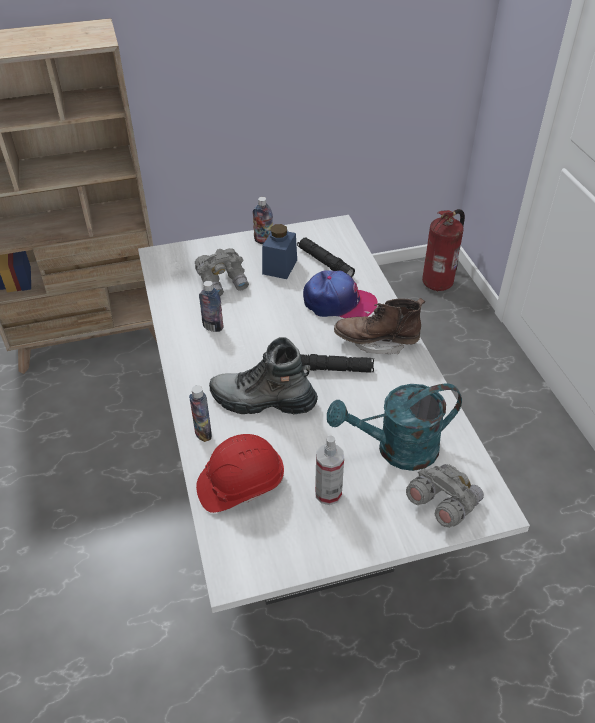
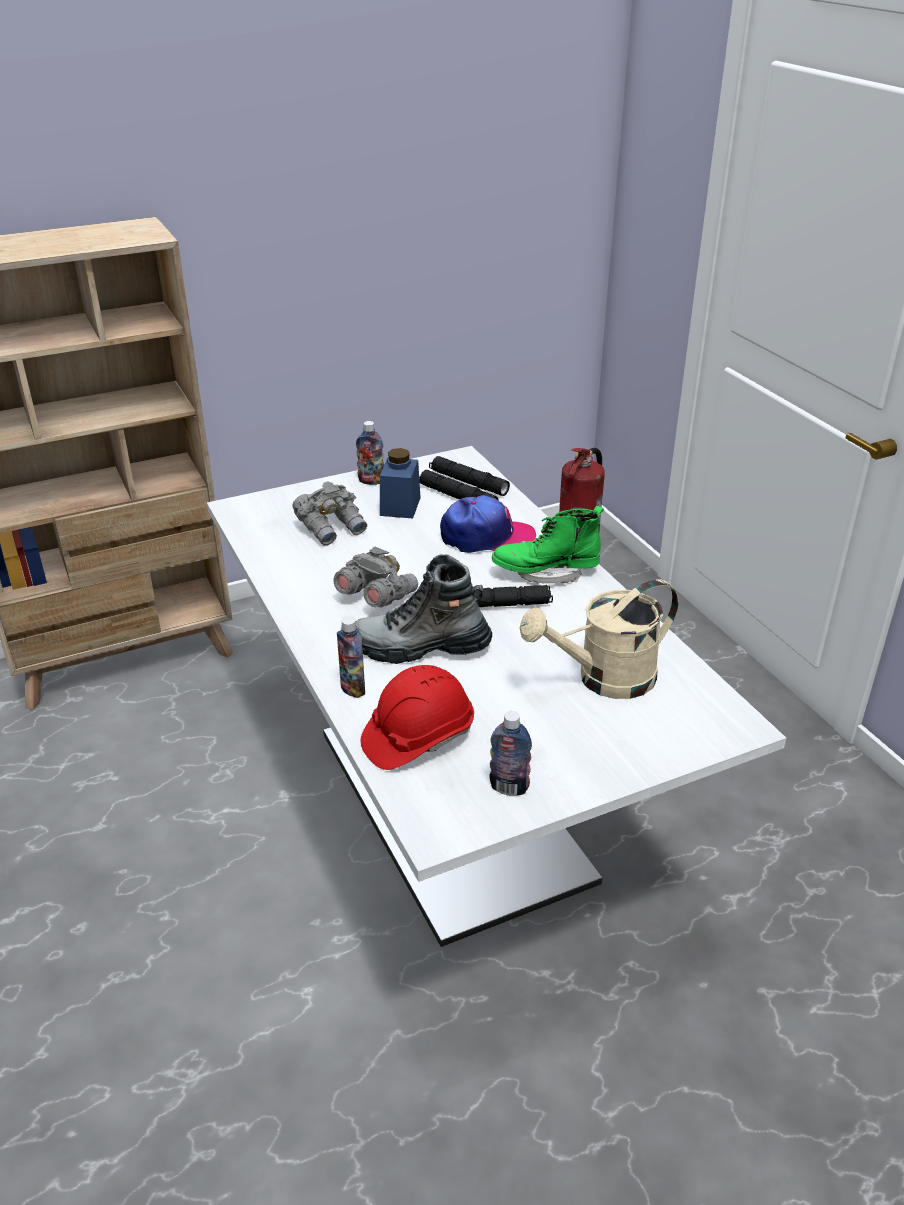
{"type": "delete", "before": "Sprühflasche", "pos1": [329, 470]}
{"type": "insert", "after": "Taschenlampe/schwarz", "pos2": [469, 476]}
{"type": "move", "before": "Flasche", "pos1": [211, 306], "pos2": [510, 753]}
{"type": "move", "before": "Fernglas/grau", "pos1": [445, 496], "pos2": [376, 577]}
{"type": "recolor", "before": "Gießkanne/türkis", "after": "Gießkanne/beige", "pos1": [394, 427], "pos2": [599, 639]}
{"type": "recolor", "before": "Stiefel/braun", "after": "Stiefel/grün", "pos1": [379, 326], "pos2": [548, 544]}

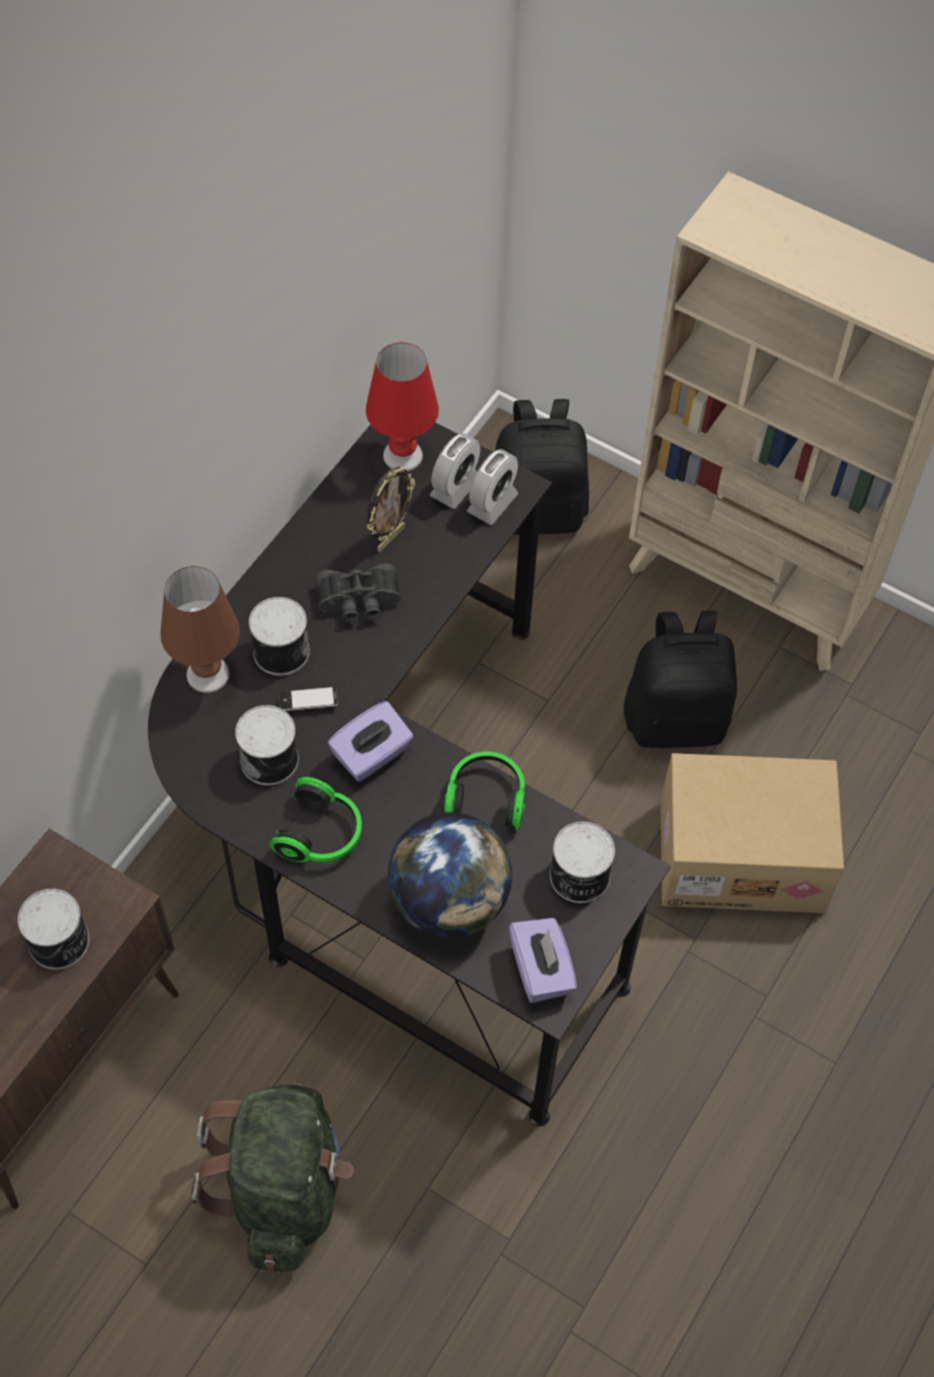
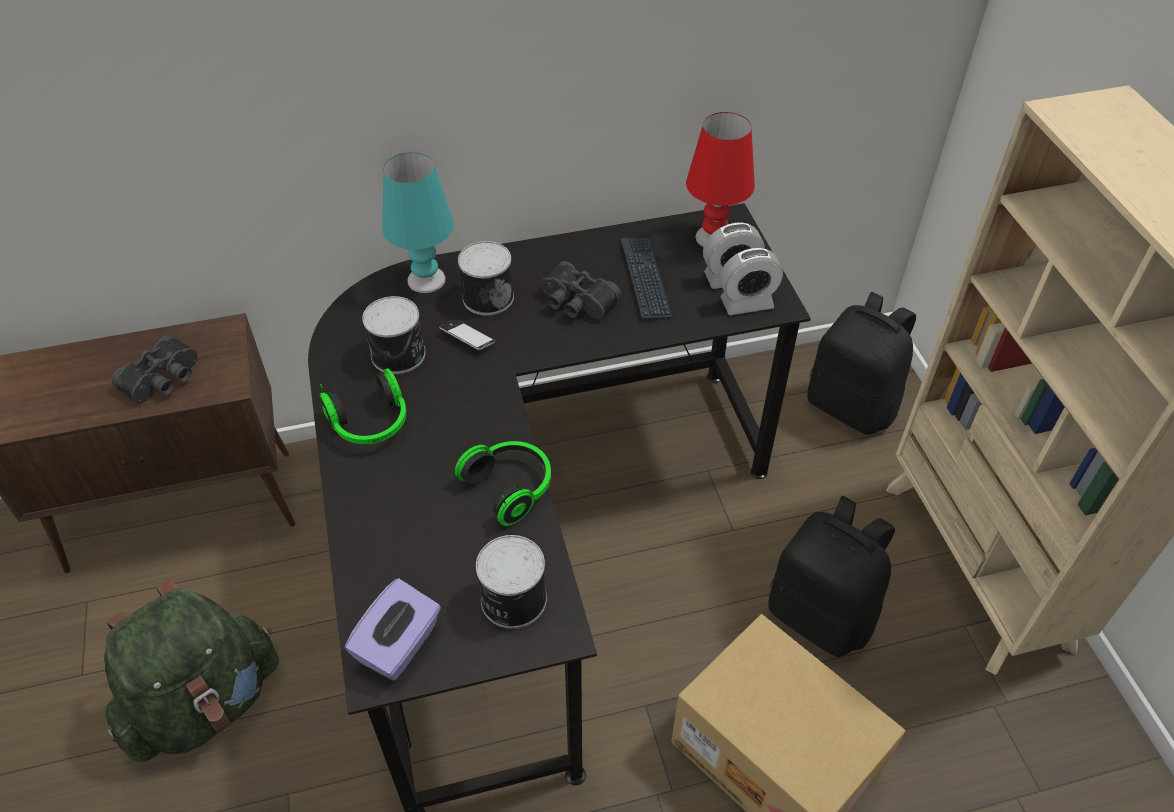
{"type": "delete", "before": "Taschentuchbox/lila", "pos1": [370, 741]}
{"type": "delete", "before": "Globus", "pos1": [450, 875]}
{"type": "replace", "before": "Dose", "after": "Fernglas/schwarz", "pos1": [53, 929], "pos2": [154, 369]}
{"type": "replace", "before": "Bilderrahmen", "after": "Tastatur", "pos1": [391, 509], "pos2": [646, 279]}
{"type": "recolor", "before": "Tischlampe/braun", "after": "Tischlampe/türkis", "pos1": [200, 629], "pos2": [418, 222]}

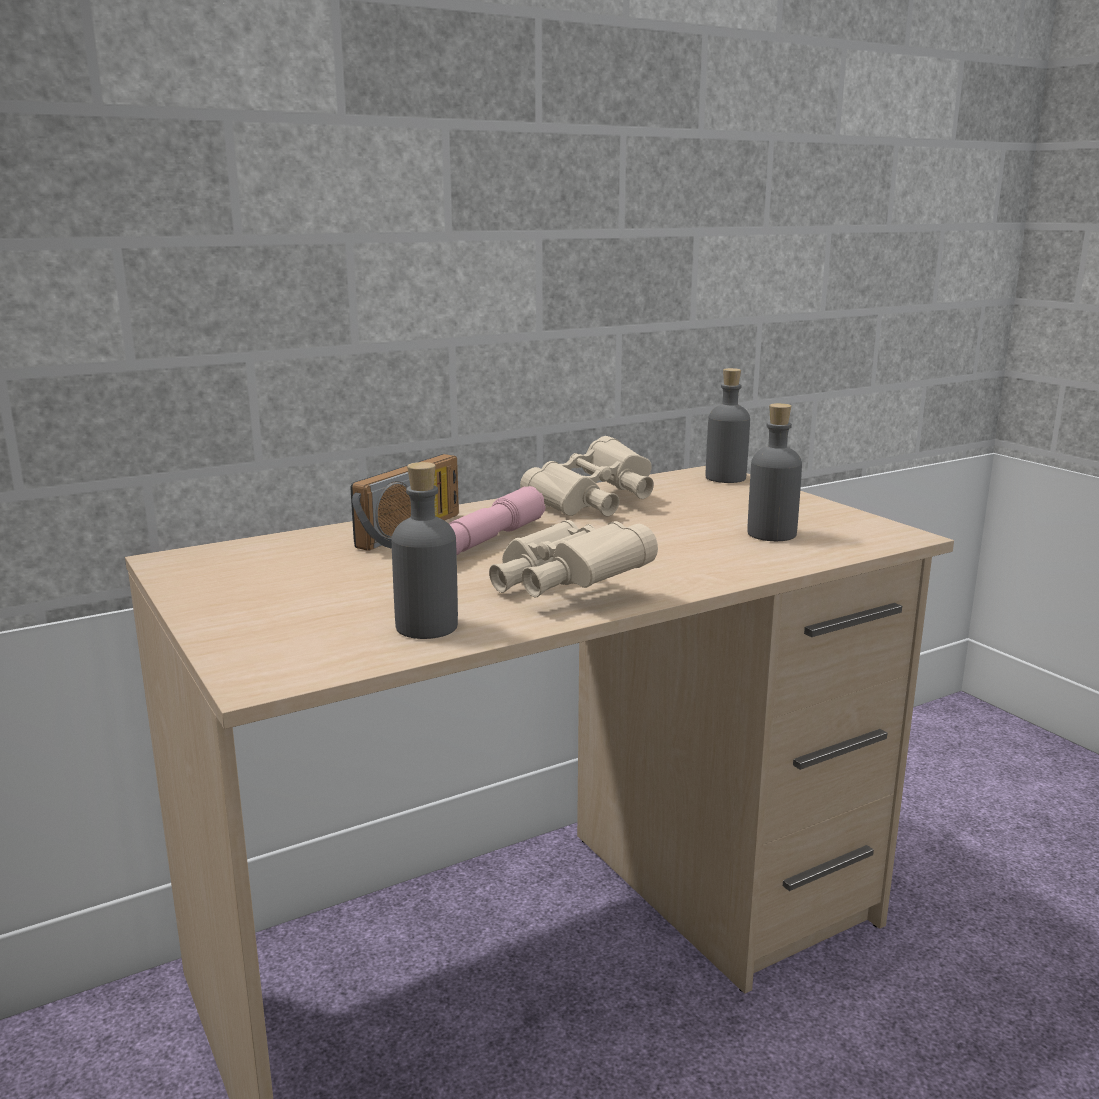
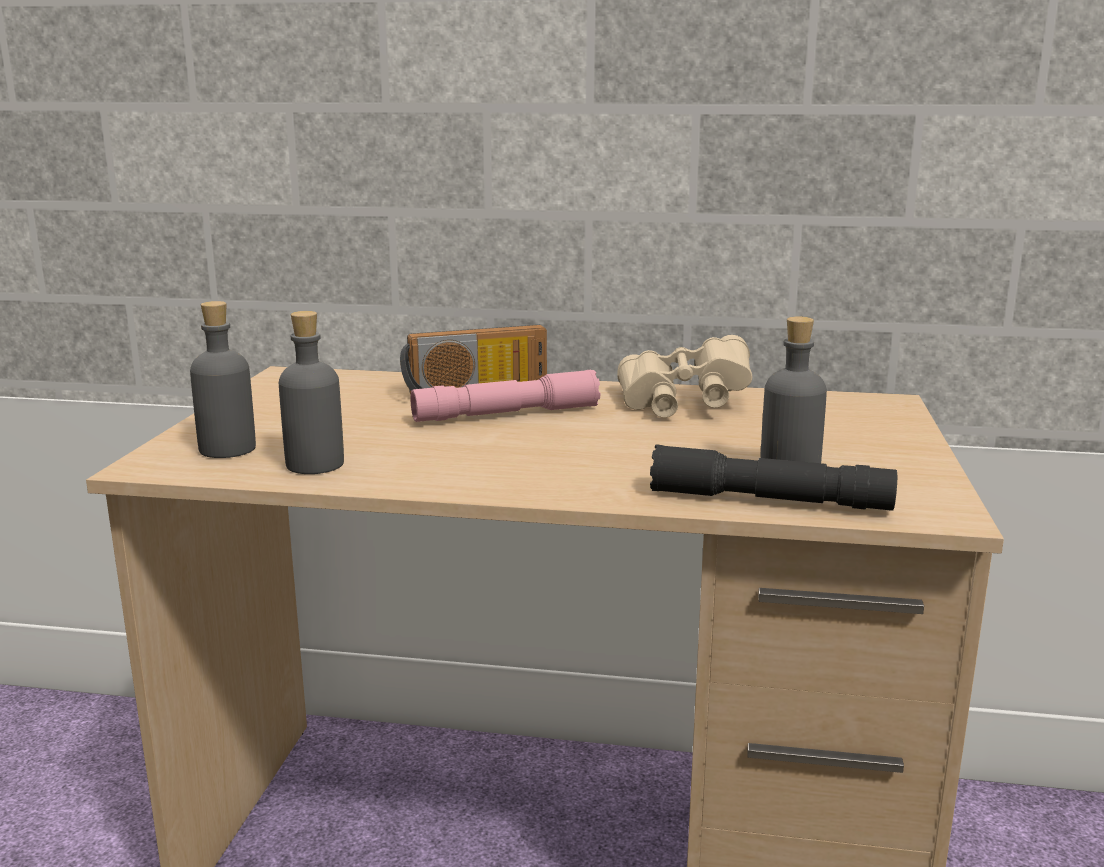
{"type": "delete", "before": "Fernglas/beige", "pos1": [573, 558]}
{"type": "insert", "after": "Taschenlampe/grau", "pos2": [773, 477]}
{"type": "move", "before": "Flasche/grau", "pos1": [728, 425], "pos2": [223, 379]}

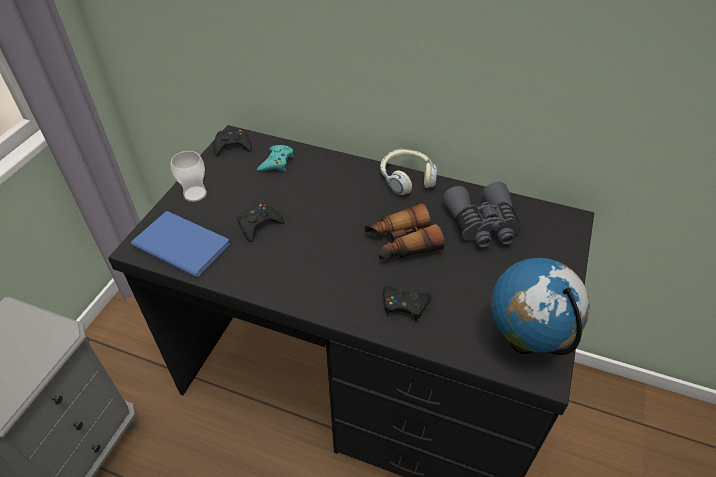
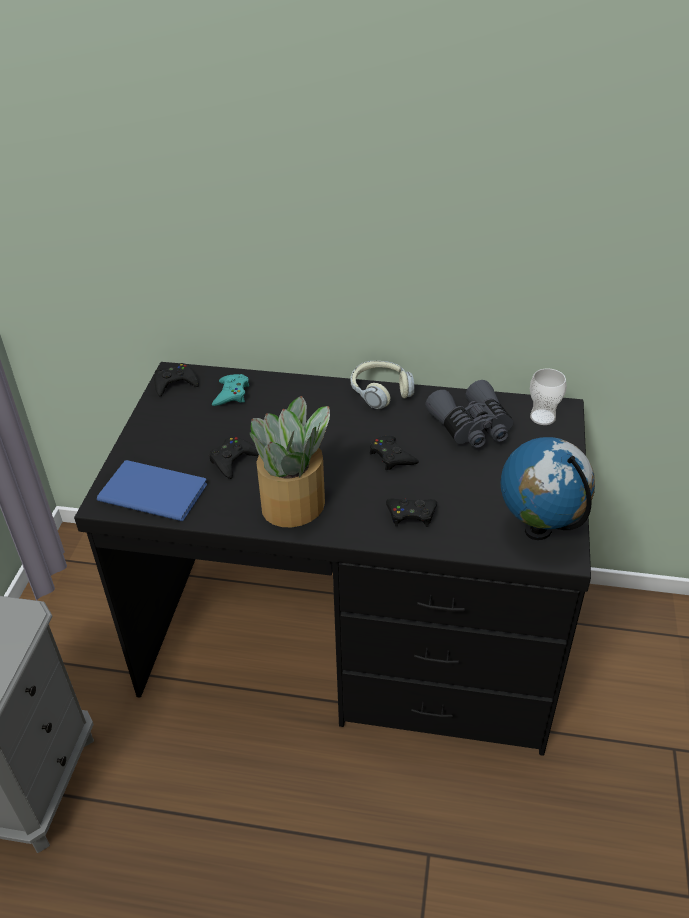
{"type": "insert", "after": "Topfpflanze", "pos2": [290, 461]}
{"type": "move", "before": "Tasse", "pos1": [189, 176], "pos2": [548, 397]}
{"type": "replace", "before": "Fernglas", "after": "Gamepad/schwarz", "pos1": [405, 231], "pos2": [394, 452]}

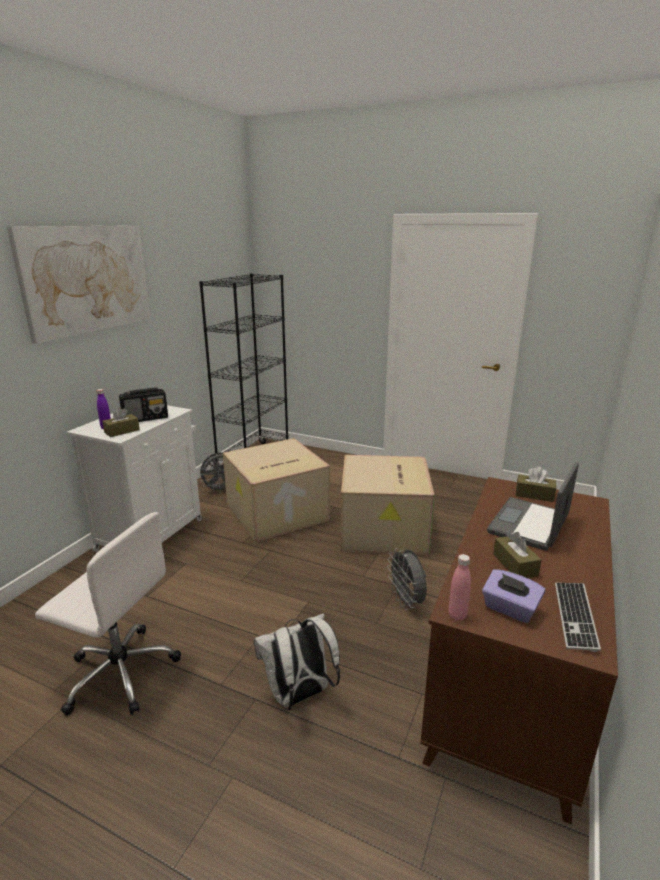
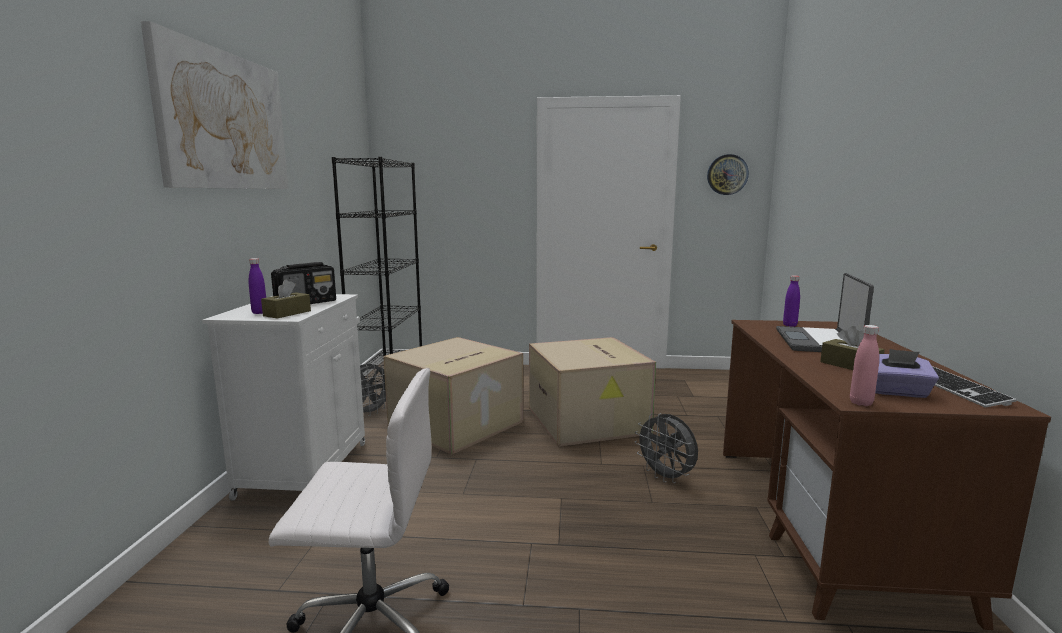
{"type": "delete", "before": "Rucksack/weiß", "pos1": [297, 662]}
{"type": "insert", "after": "Wanduhr", "pos2": [728, 174]}
{"type": "replace", "before": "Taschentuchbox/braun", "after": "Flasche/lila", "pos1": [536, 484], "pos2": [791, 301]}

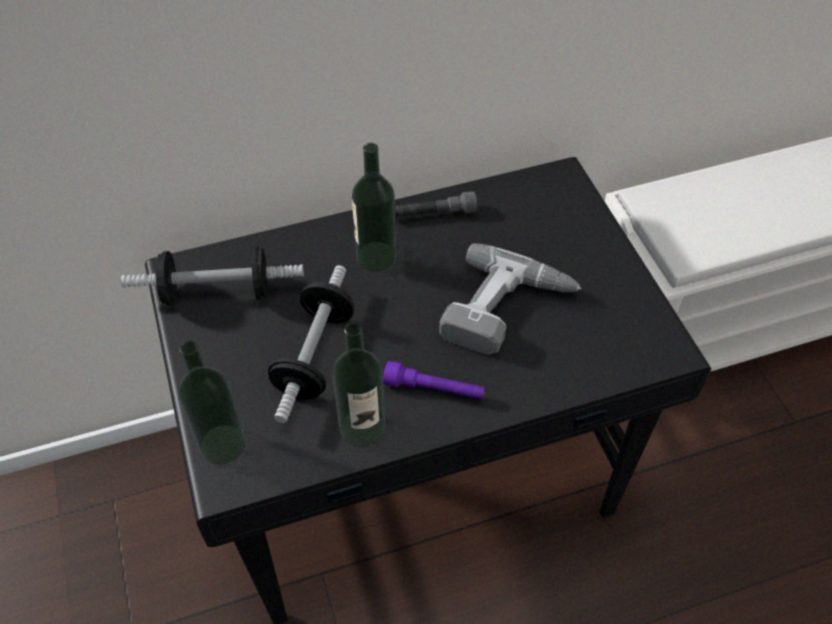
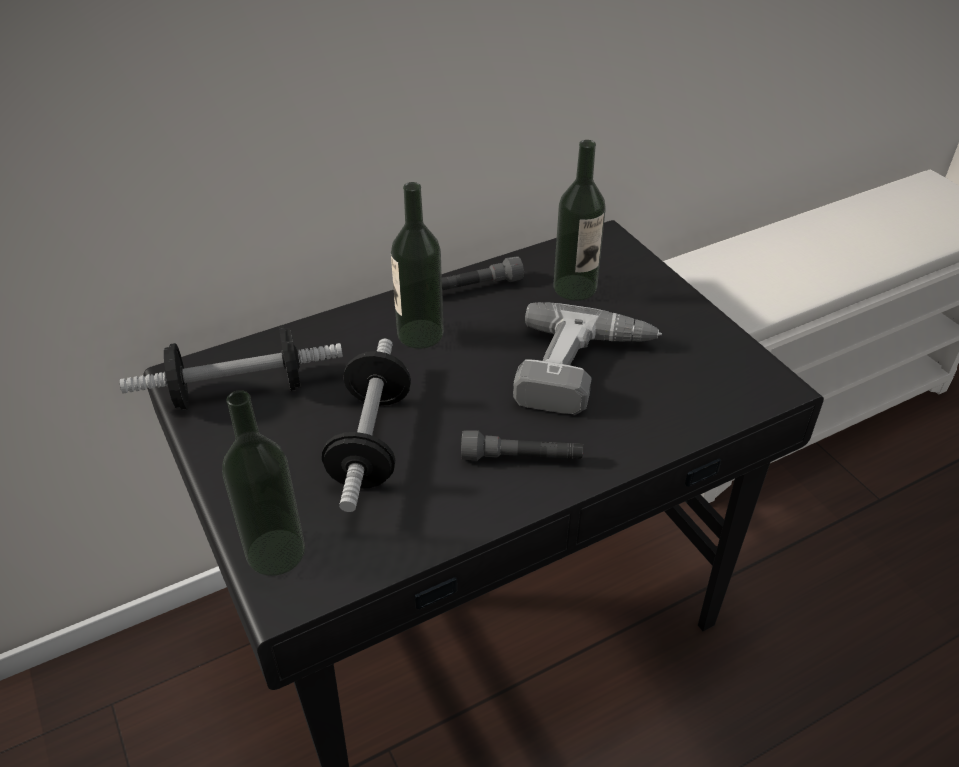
{"type": "move", "before": "Flasche", "pos1": [358, 384], "pos2": [580, 220]}
{"type": "recolor", "before": "Taschenlampe/lila", "after": "Taschenlampe/grau", "pos1": [434, 380], "pos2": [522, 446]}

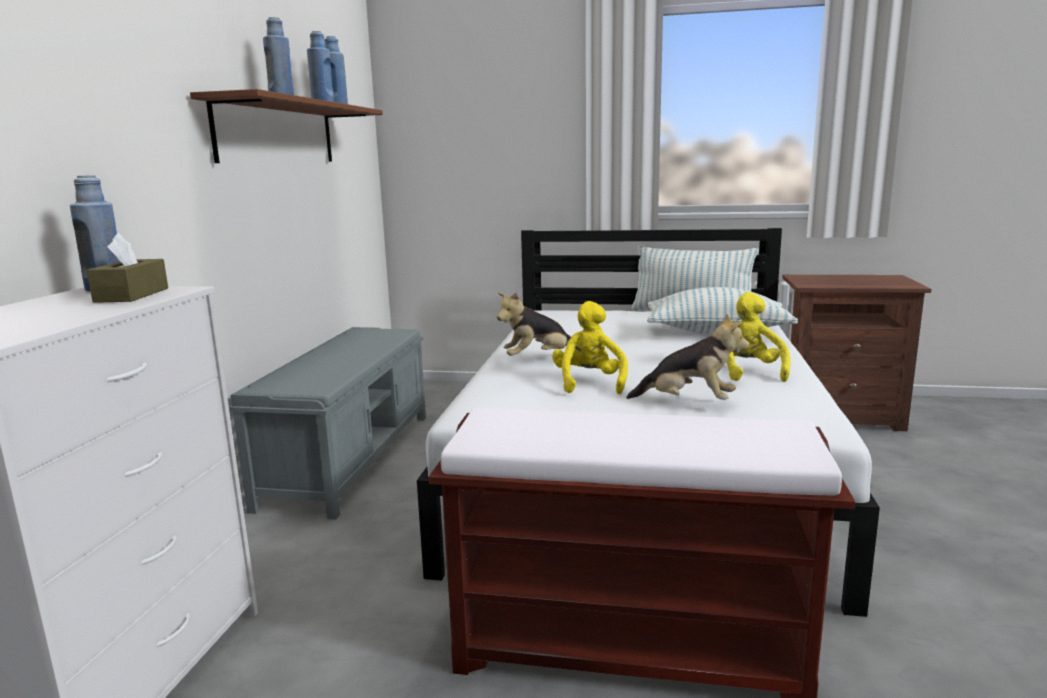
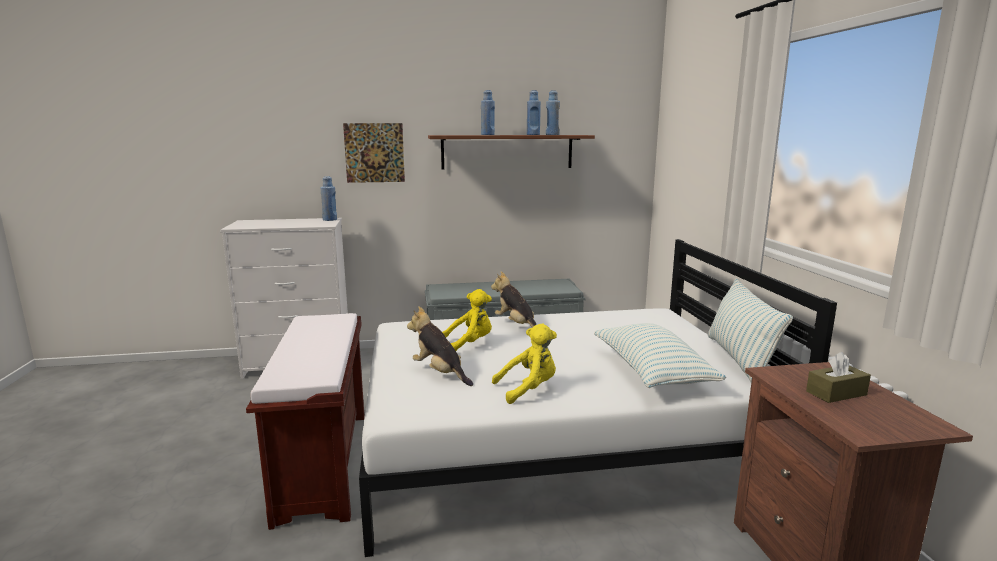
{"type": "insert", "after": "Bild", "pos2": [374, 153]}
{"type": "move", "before": "Taschentuchbox/braun", "pos1": [127, 268], "pos2": [838, 377]}
{"type": "rotate", "before": "Plüschtier", "pos1": [688, 356], "pos2": [440, 346], "turn": 135}

